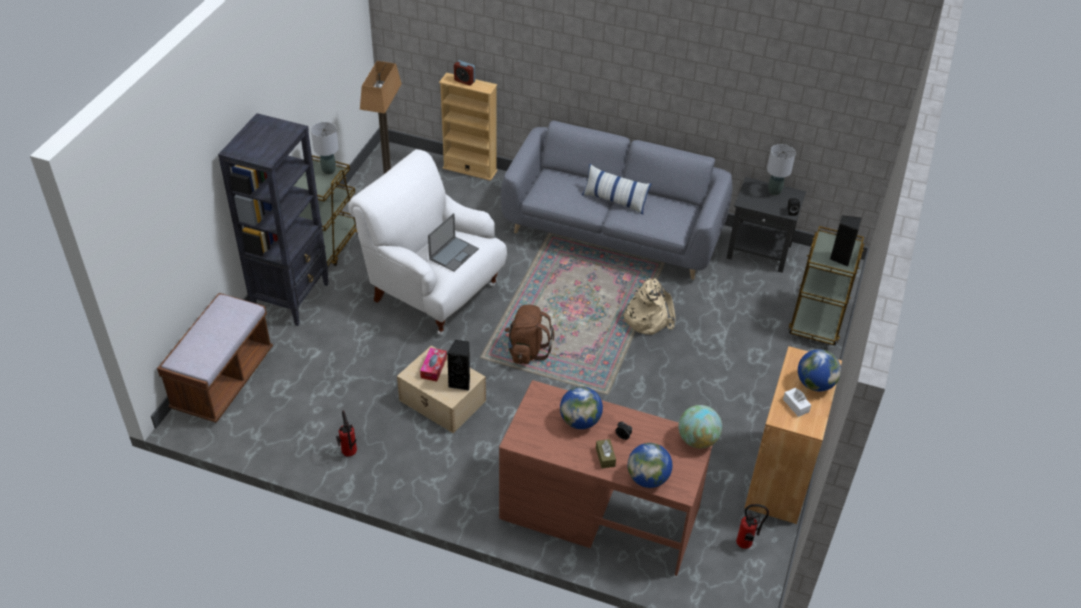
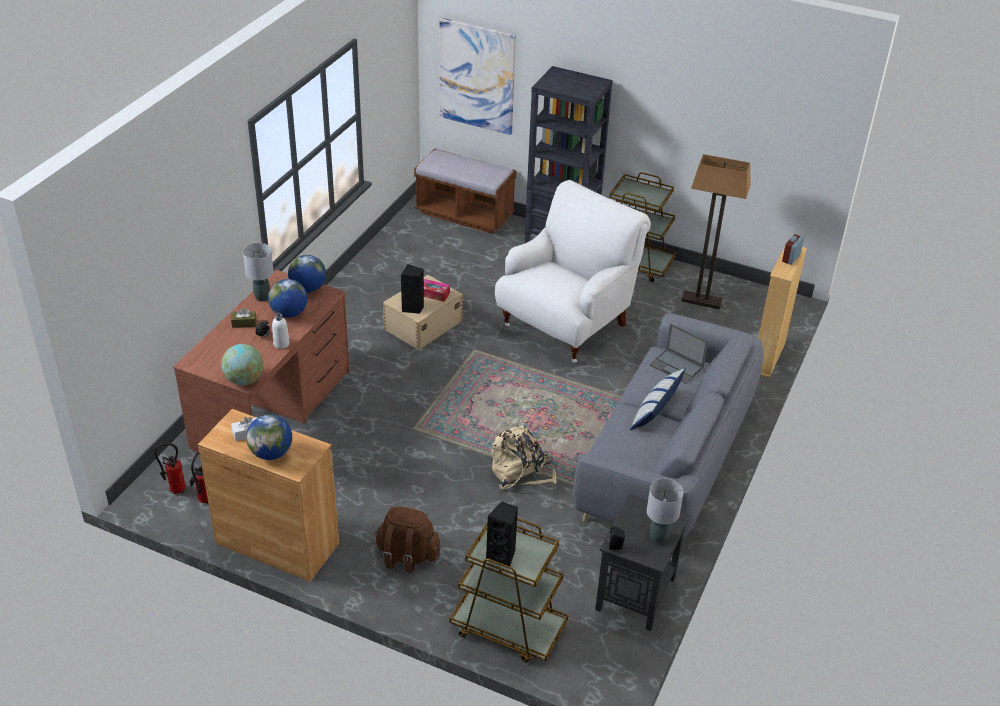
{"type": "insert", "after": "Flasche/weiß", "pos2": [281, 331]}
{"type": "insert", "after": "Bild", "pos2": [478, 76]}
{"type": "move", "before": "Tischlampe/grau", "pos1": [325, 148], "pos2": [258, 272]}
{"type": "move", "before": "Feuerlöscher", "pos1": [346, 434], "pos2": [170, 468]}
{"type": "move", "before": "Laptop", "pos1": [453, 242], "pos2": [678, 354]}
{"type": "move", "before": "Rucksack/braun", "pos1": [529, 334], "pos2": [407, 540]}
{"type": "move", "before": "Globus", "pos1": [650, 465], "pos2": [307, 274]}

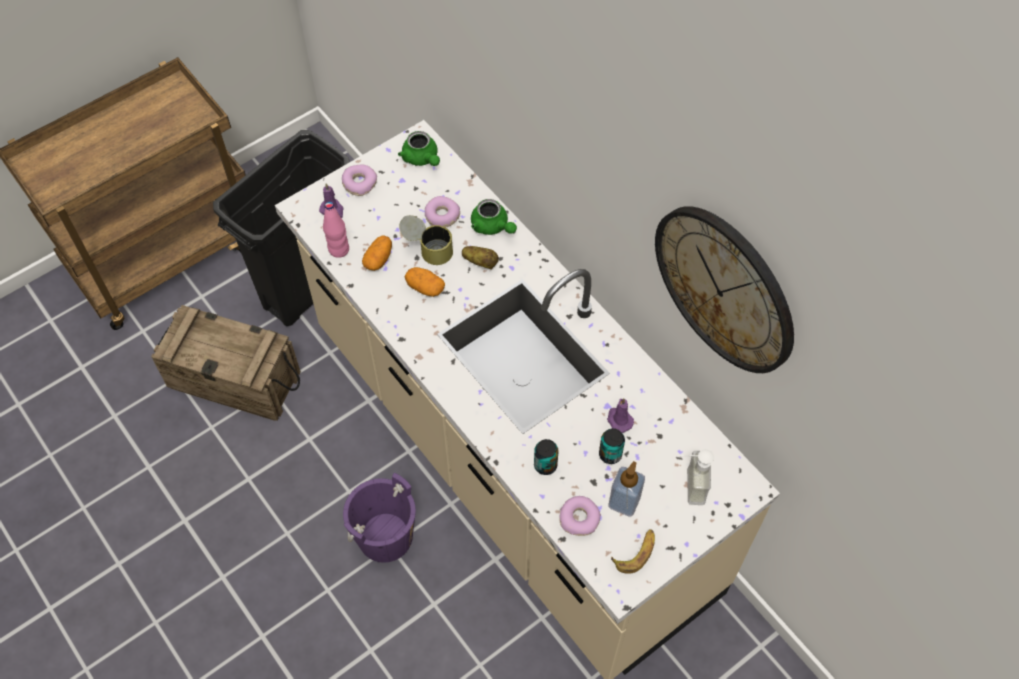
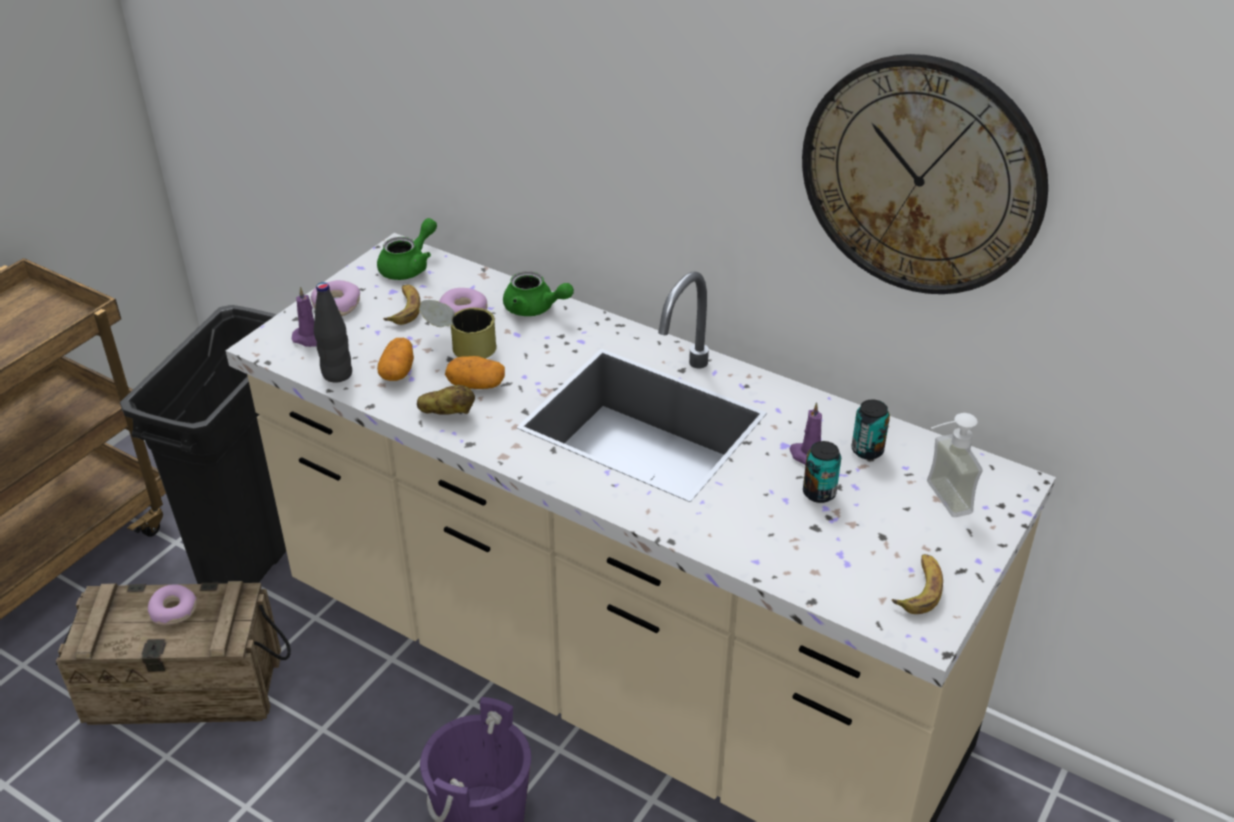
{"type": "delete", "before": "Seifenspender", "pos1": [627, 488]}
{"type": "insert", "after": "Banane", "pos2": [402, 305]}
{"type": "move", "before": "Kartoffel", "pos1": [480, 257], "pos2": [446, 400]}
{"type": "move", "before": "Dose", "pos1": [546, 457], "pos2": [871, 430]}
{"type": "move", "before": "Donut", "pos1": [580, 516], "pos2": [172, 604]}
{"type": "recolor", "before": "Flasche/rosa", "after": "Flasche/schwarz", "pos1": [336, 229], "pos2": [333, 332]}
{"type": "rotate", "before": "Teekanne/grün", "pos1": [419, 148], "pos2": [407, 249], "turn": -90}

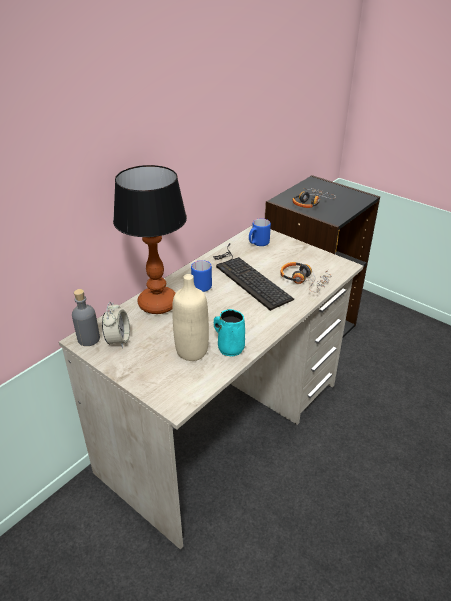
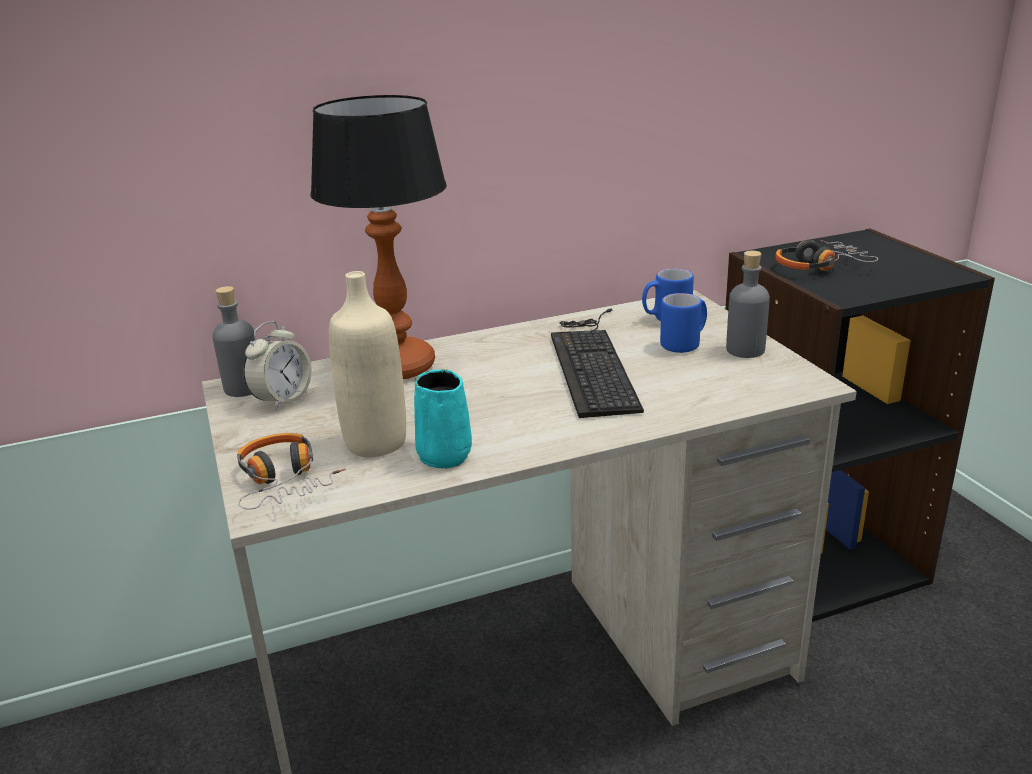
{"type": "insert", "after": "Flasche/grau", "pos2": [748, 304]}
{"type": "move", "before": "Henkelbecher/blau", "pos1": [201, 276], "pos2": [683, 323]}
{"type": "move", "before": "Kopfhörer", "pos1": [305, 277], "pos2": [291, 471]}

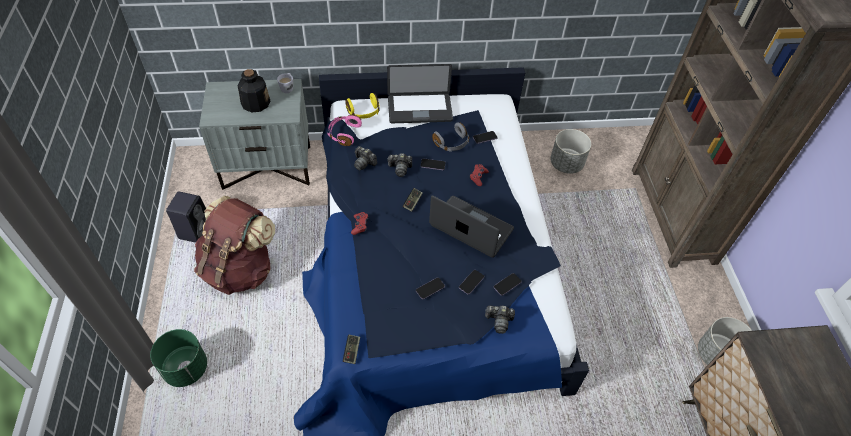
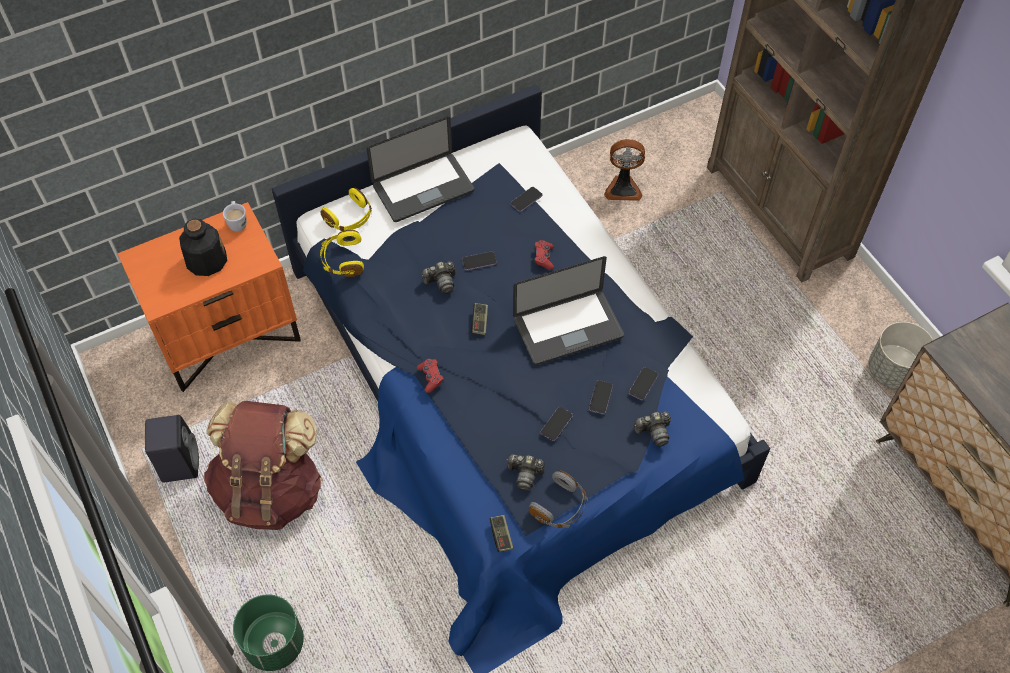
{"type": "move", "before": "Kamera", "pos1": [365, 158], "pos2": [526, 472]}
{"type": "move", "before": "Kopfhörer/grau", "pos1": [450, 137], "pos2": [558, 499]}
{"type": "replace", "before": "Pflanzkübel/grau", "after": "Ventilator", "pos1": [570, 151], "pos2": [624, 170]}
{"type": "recolor", "before": "Nachttisch/grau", "after": "Nachttisch/orange", "pos1": [254, 134], "pos2": [209, 297]}
{"type": "recolor", "before": "Kopfhörer/rosa", "after": "Kopfhörer/gelb", "pos1": [344, 130], "pos2": [342, 253]}
{"type": "rotate", "before": "Laptop", "pos1": [471, 226], "pos2": [568, 310], "turn": 150}

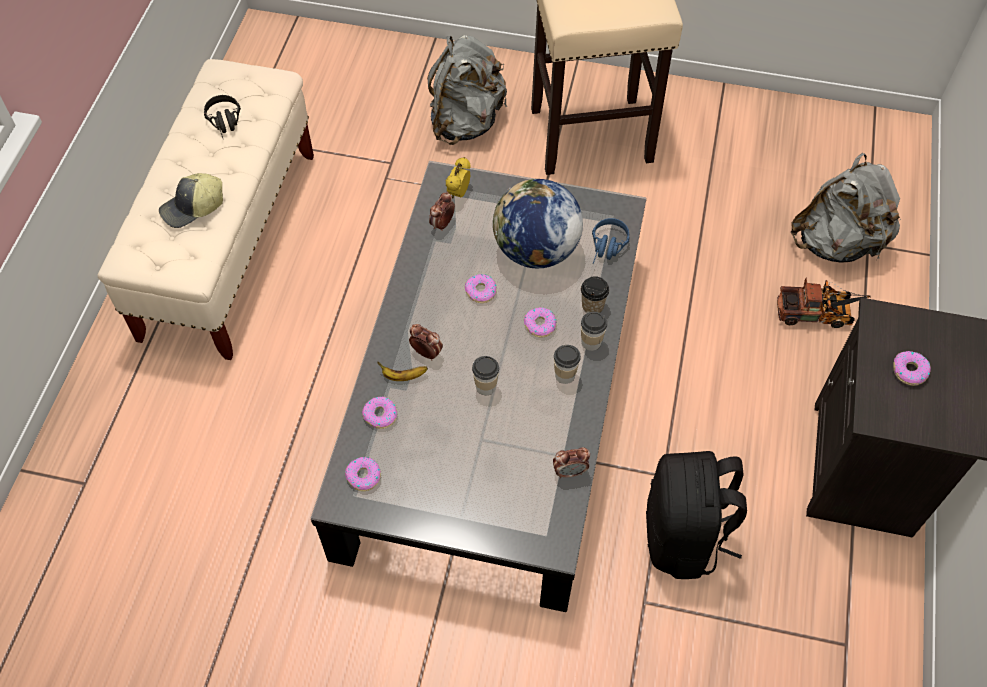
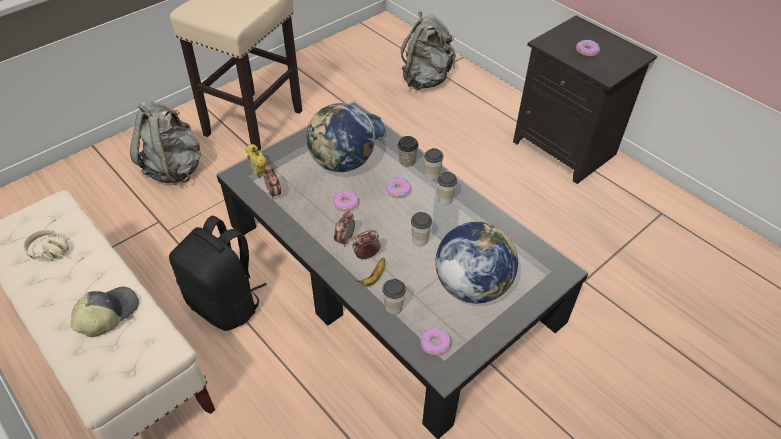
{"type": "delete", "before": "Spielzeuglaster", "pos1": [824, 302]}
{"type": "insert", "after": "Globus", "pos2": [476, 262]}
{"type": "move", "before": "Wecker", "pos1": [571, 462], "pos2": [344, 229]}
{"type": "move", "before": "Rucksack/schwarz", "pos1": [696, 515], "pos2": [218, 273]}
{"type": "replace", "before": "Donut", "after": "Tasse", "pos1": [379, 413], "pos2": [394, 297]}
{"type": "recolor", "before": "Kopfhörer/schwarz", "after": "Kopfhörer/beige", "pos1": [222, 116], "pos2": [47, 245]}
{"type": "rotate", "before": "Kappe", "pos1": [191, 200], "pos2": [105, 312], "turn": -150}

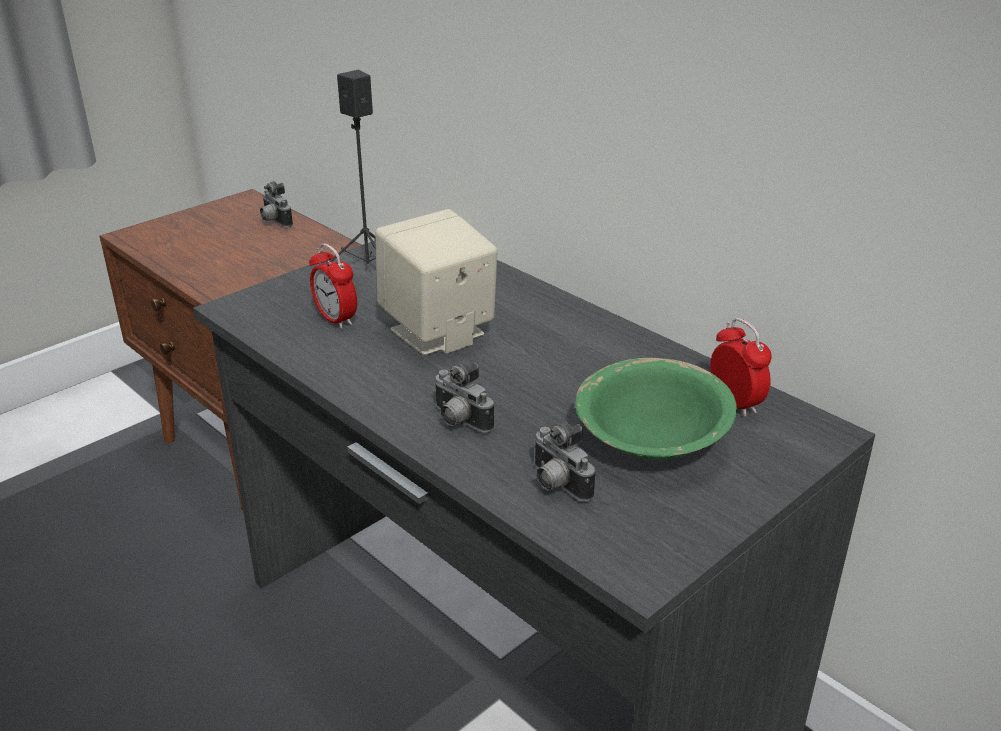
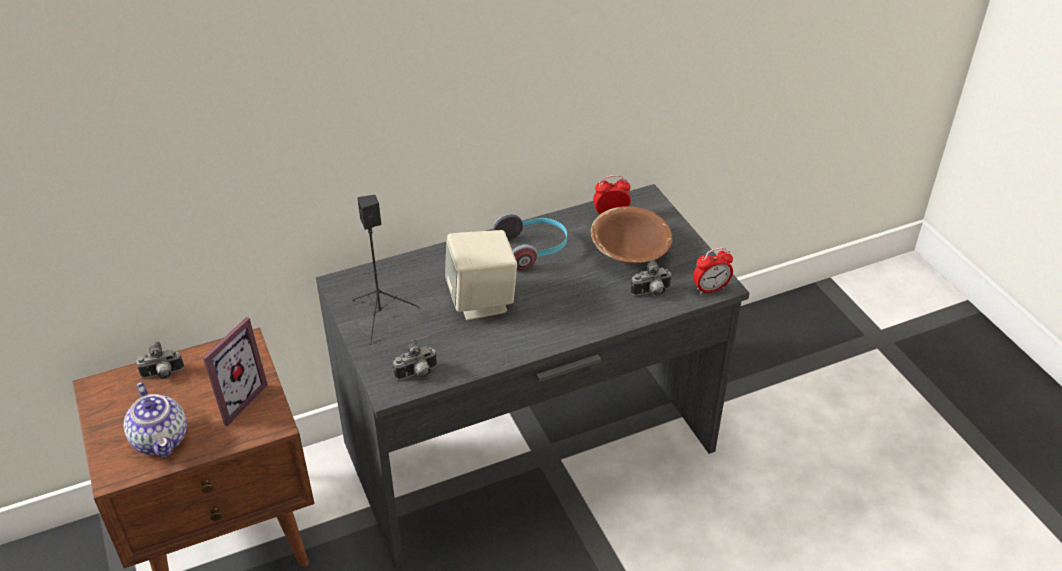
{"type": "insert", "after": "Teekanne", "pos2": [155, 420]}
{"type": "insert", "after": "Bilderrahmen", "pos2": [235, 371]}
{"type": "insert", "after": "Kopfhörer", "pos2": [530, 242]}
{"type": "move", "before": "Wecker", "pos1": [333, 286], "pos2": [713, 271]}
{"type": "move", "before": "Kamera", "pos1": [464, 397], "pos2": [415, 359]}
{"type": "recolor", "before": "Schüssel/grün", "after": "Schüssel/braun", "pos1": [656, 409], "pos2": [631, 235]}

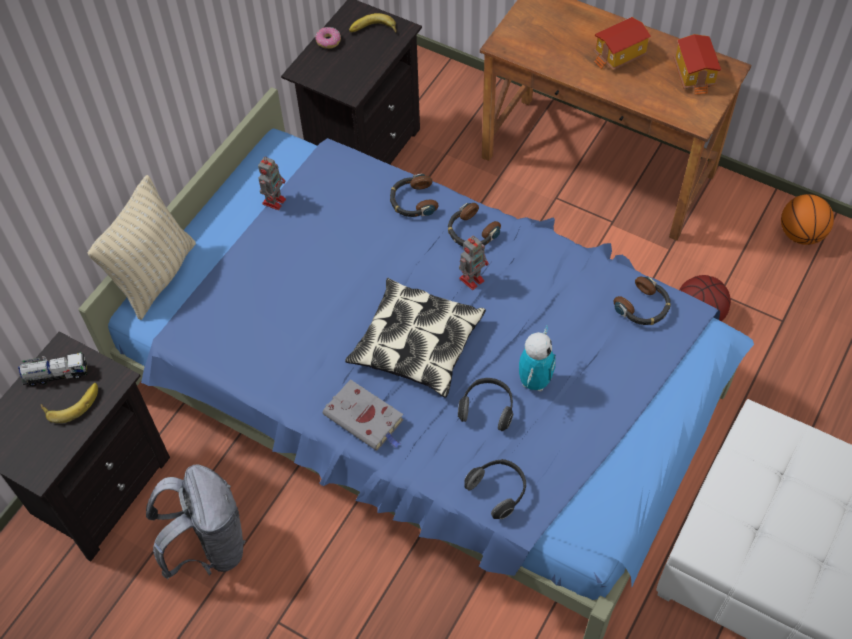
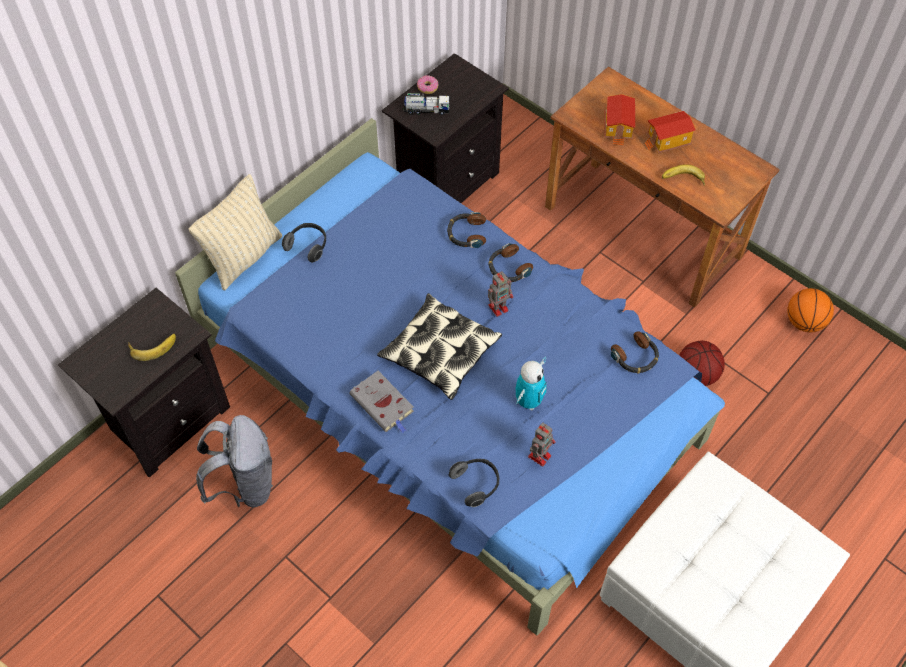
{"type": "move", "before": "Spielzeuglaster", "pos1": [52, 369], "pos2": [427, 104]}
{"type": "move", "before": "Spielzeugroboter", "pos1": [272, 183], "pos2": [541, 444]}
{"type": "move", "before": "Banane", "pos1": [373, 23], "pos2": [683, 175]}
{"type": "move", "before": "Kopfhörer", "pos1": [485, 404], "pos2": [304, 243]}
{"type": "move", "before": "Spielzeughaus", "pos1": [697, 64], "pos2": [619, 119]}

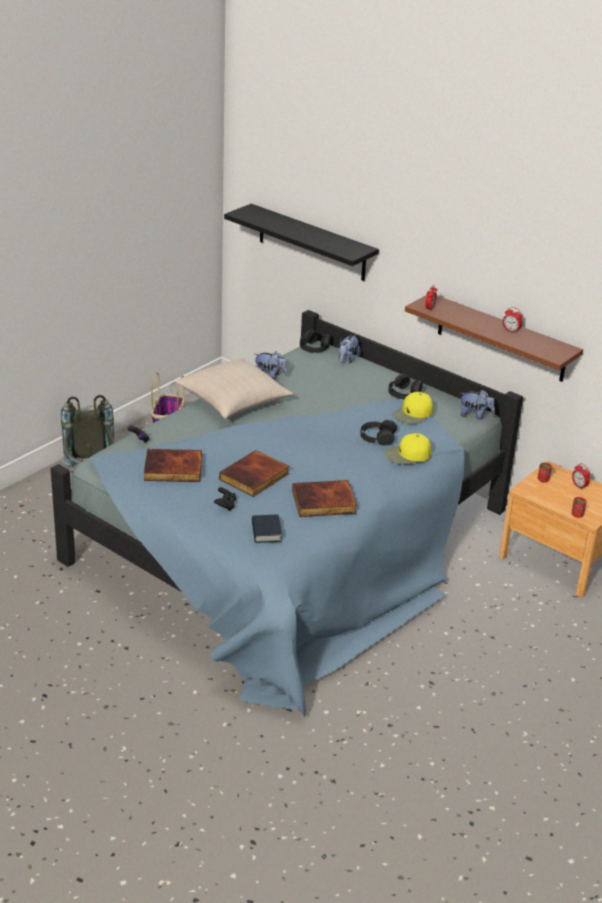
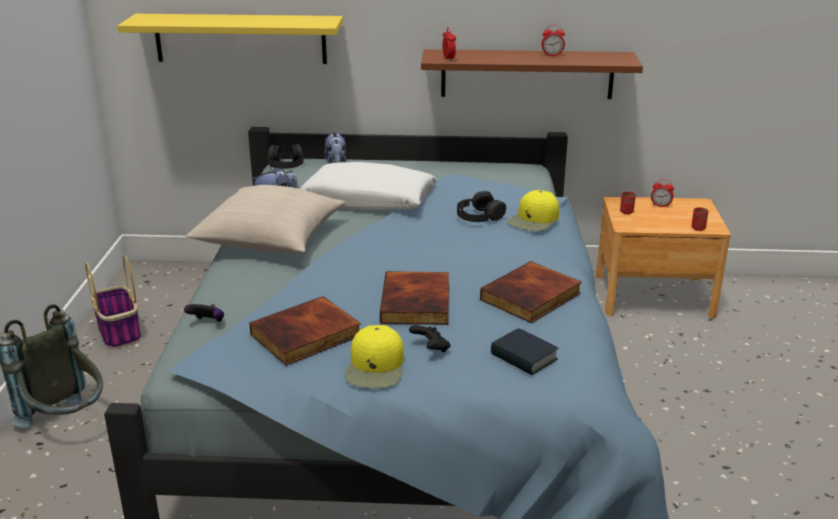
{"type": "delete", "before": "Kopfhörer/schwarz", "pos1": [405, 386]}
{"type": "delete", "before": "Plüschtier", "pos1": [477, 405]}
{"type": "insert", "after": "Kissen/weiß", "pos2": [368, 186]}
{"type": "move", "before": "Kappe/gelb", "pos1": [413, 408], "pos2": [374, 356]}
{"type": "recolor", "before": "Wandregal/schwarz", "after": "Wandregal/gelb", "pos1": [301, 242], "pos2": [230, 39]}

